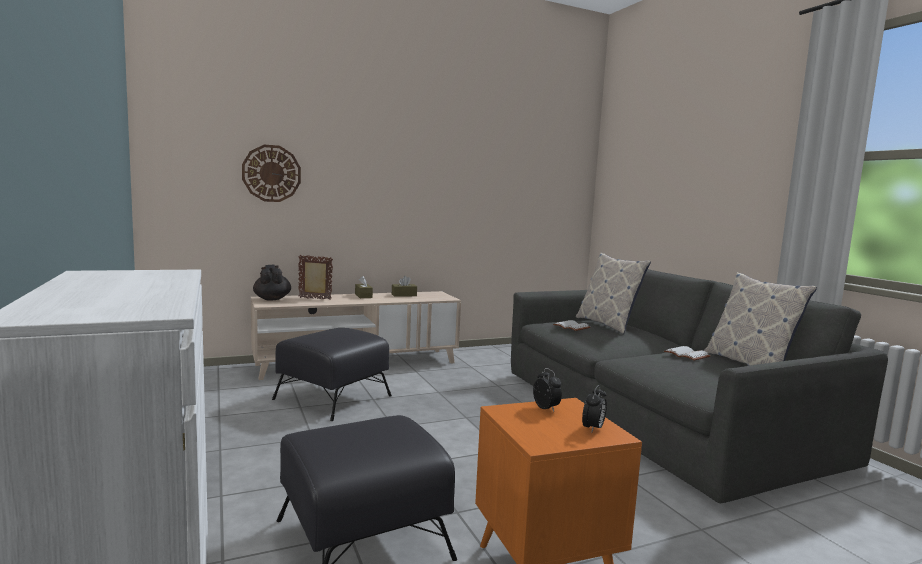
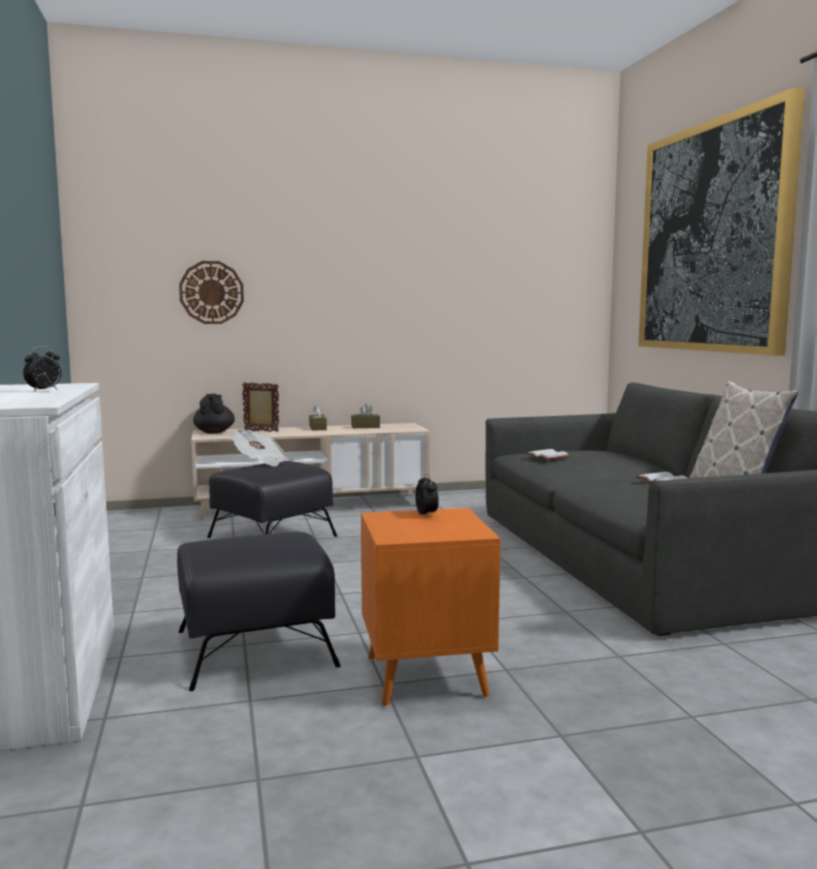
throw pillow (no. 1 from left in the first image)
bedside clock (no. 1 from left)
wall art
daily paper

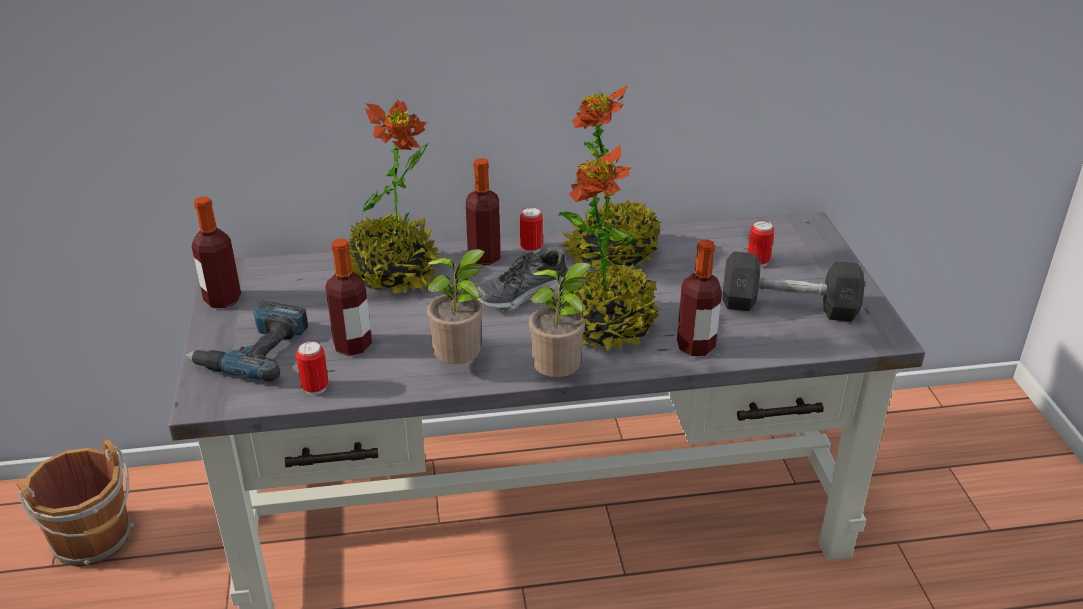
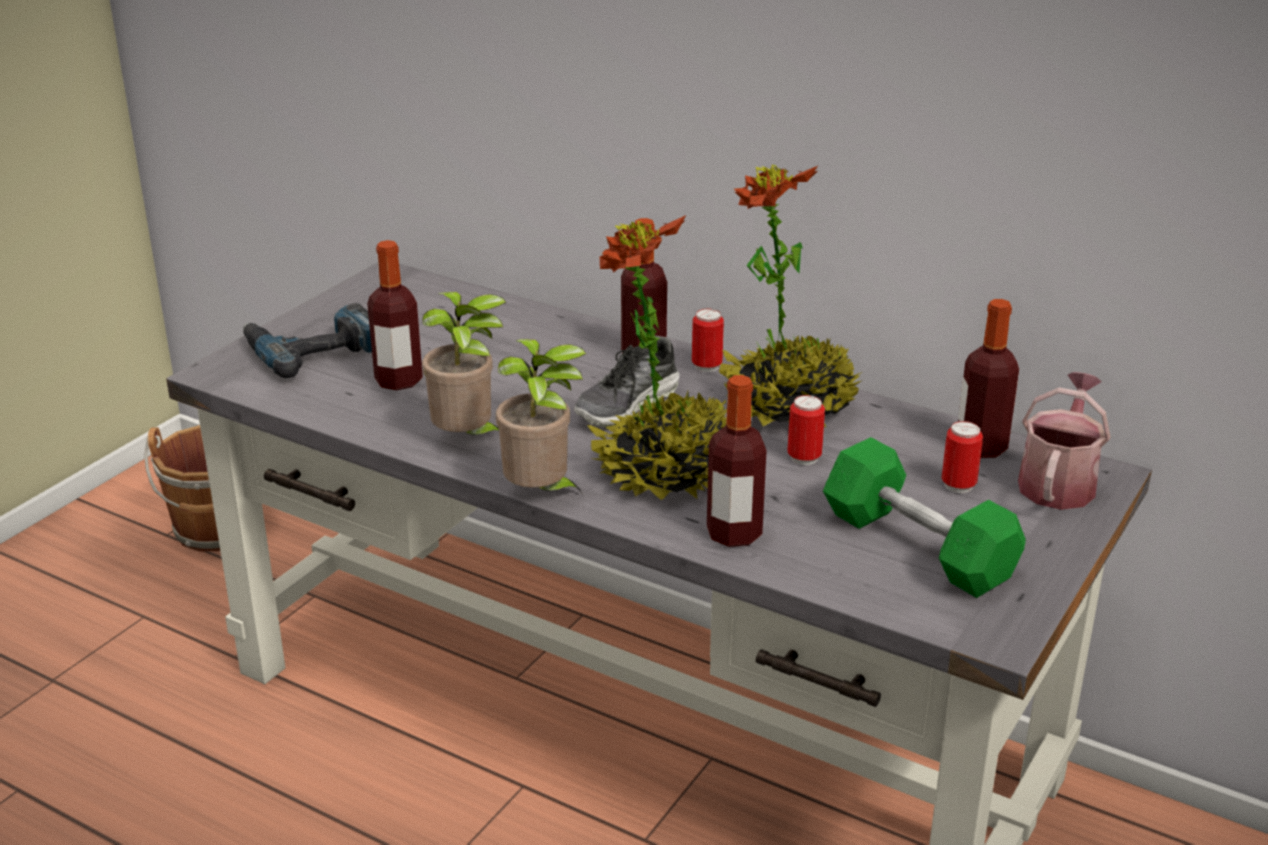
plant in a pot (no. 1 from left in the first image)
drink bottle (no. 4 from left)
low shoe
dumbbell/greenish
metal can (no. 2 from left)
watering can

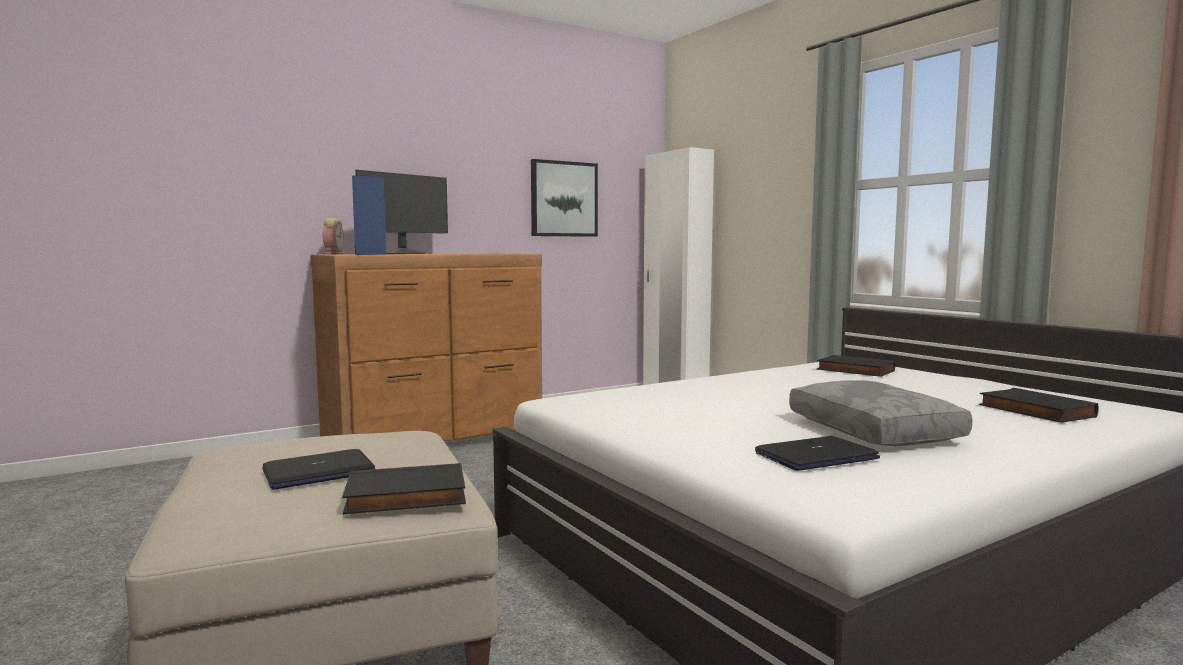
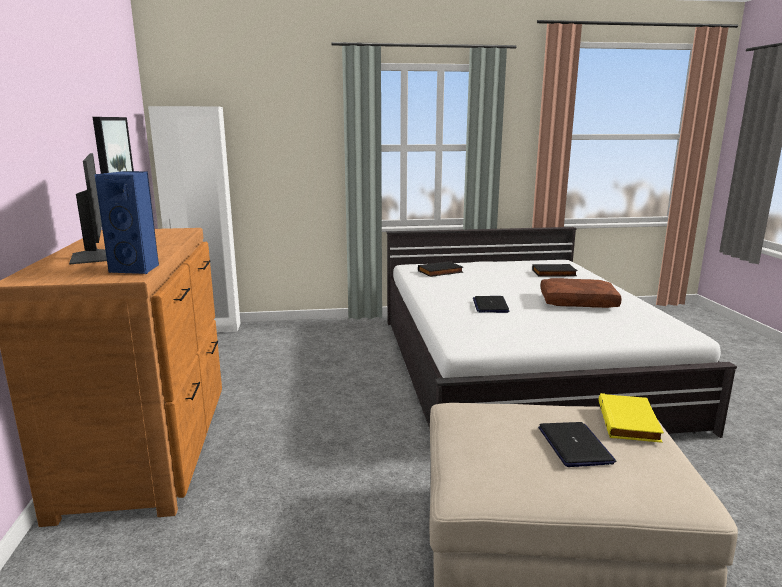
bedside clock
throw pillow/brown-coloured
notebook computer (no. 1 from left)
book/yellowish

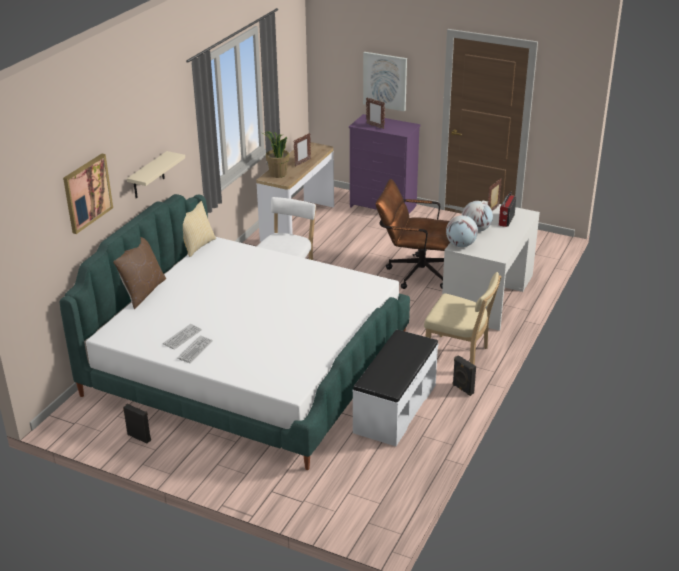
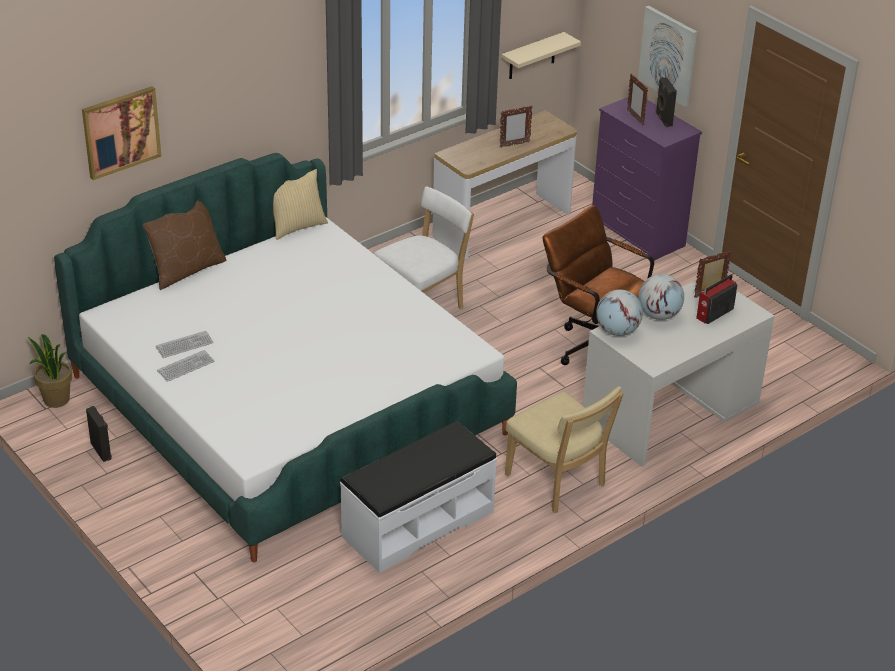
plant in a pot
wall shelf/beige-coloured
speaker/black-coloured (no. 2 from left)

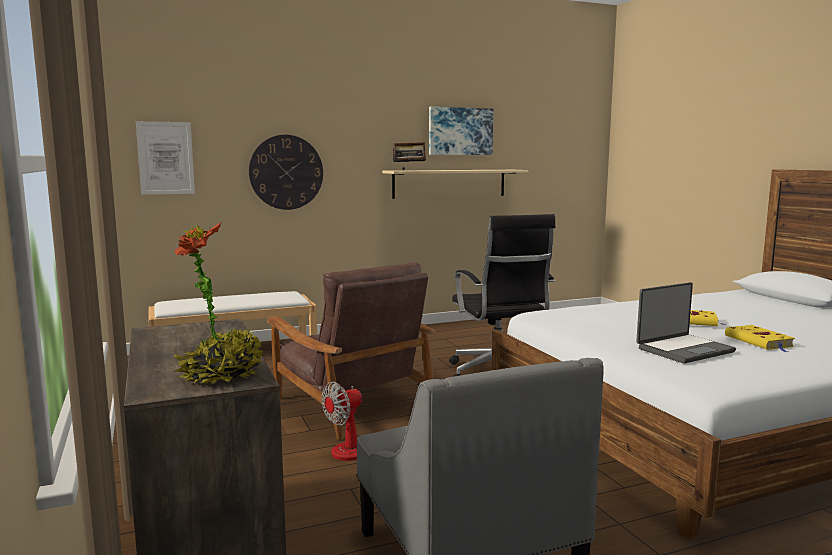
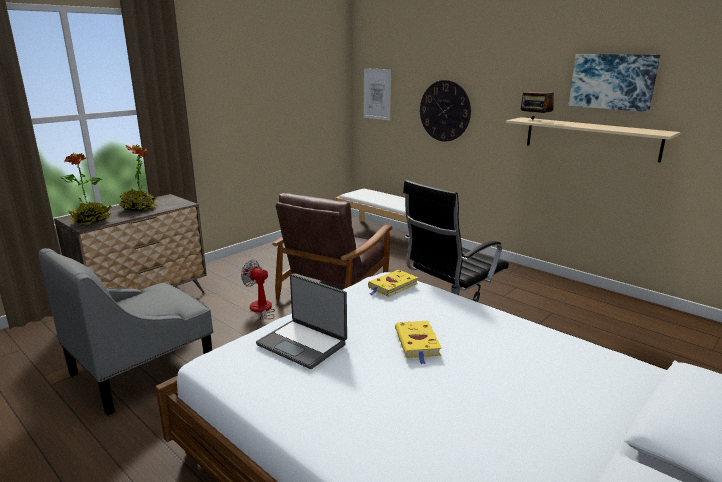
book/yellowish (no. 1 from left)
plant in a pot (no. 2 from left)

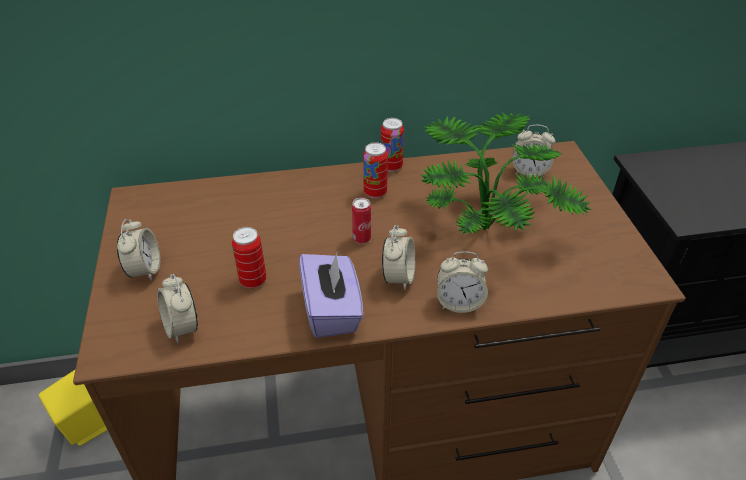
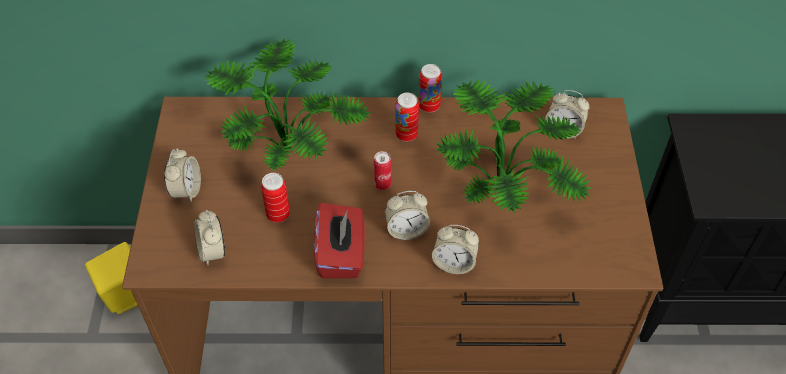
bedside clock (no. 3 from left)
tissue box/red
plant in a pot (no. 1 from left)

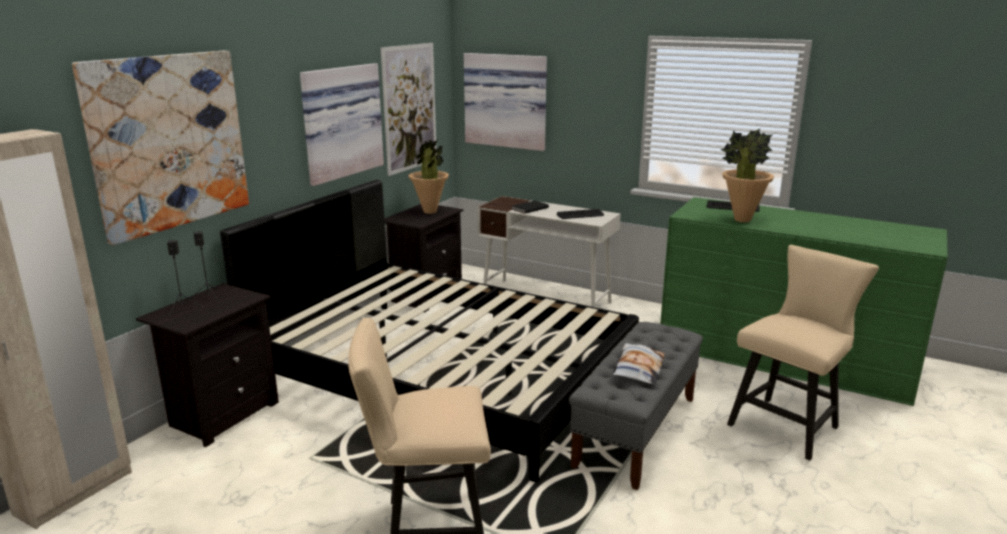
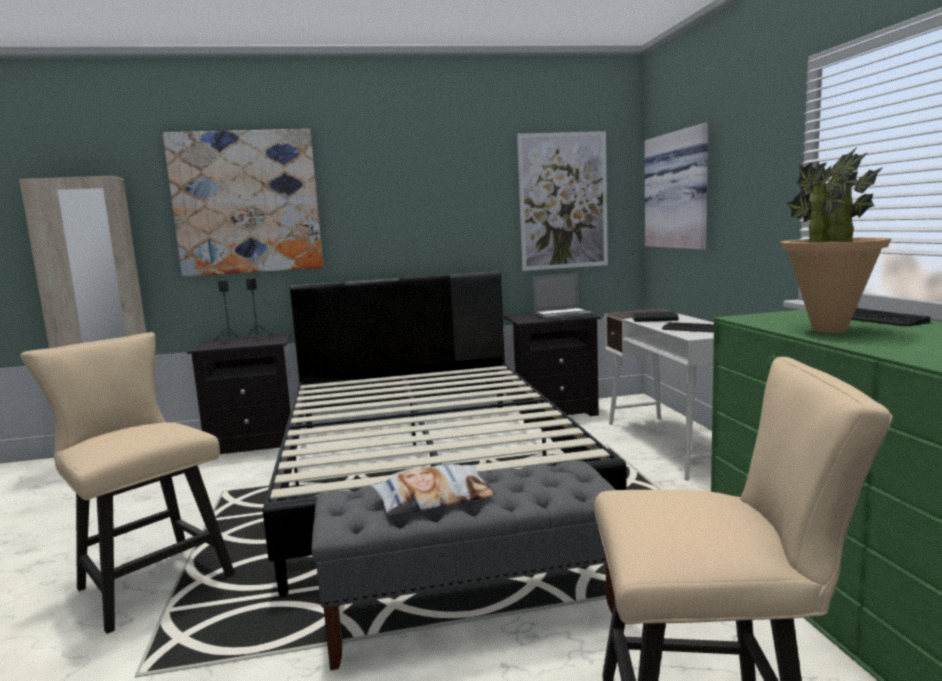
wall art (no. 2 from left in the first image)
notebook computer

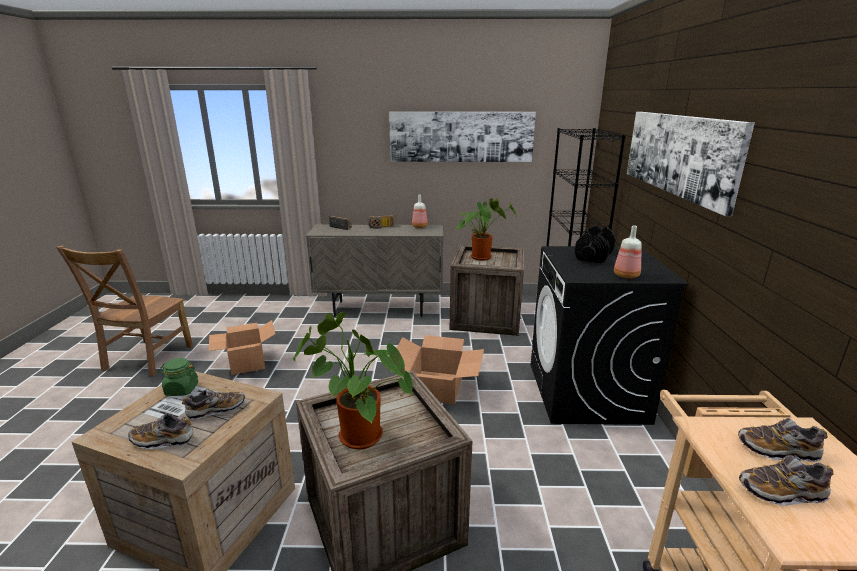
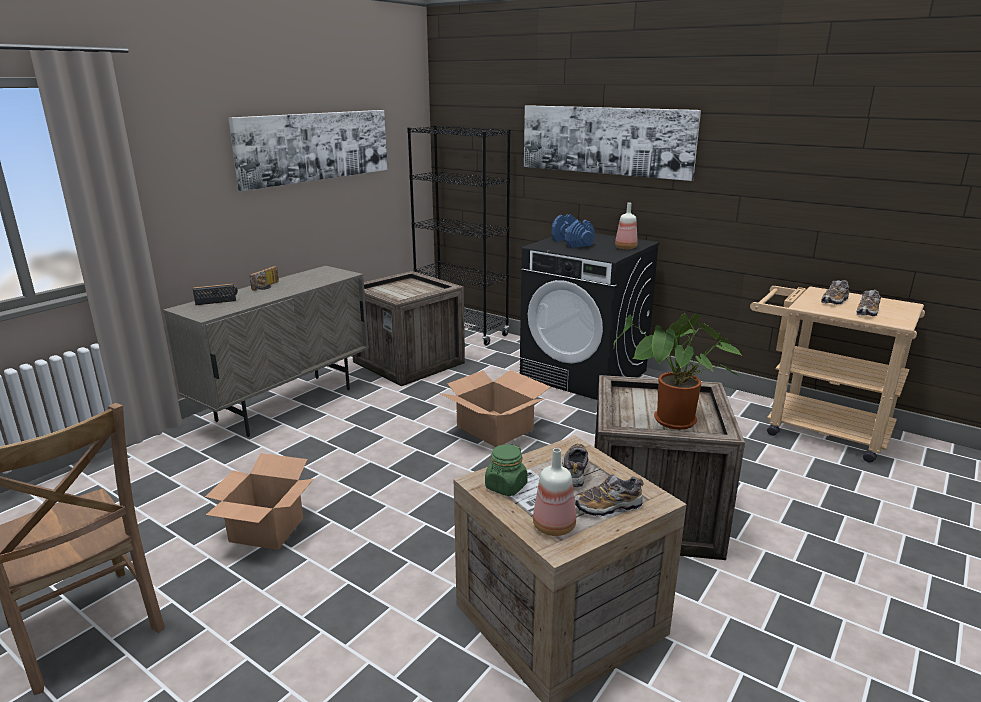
drink bottle (no. 1 from left)
plant in a pot (no. 2 from left in the first image)
dumbbell/bluish
low shoe (no. 2 from left)

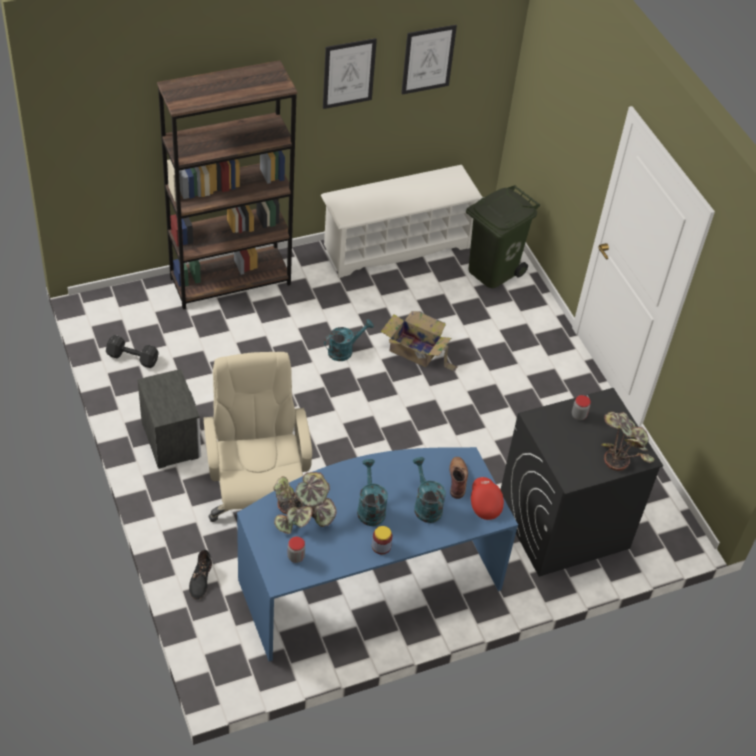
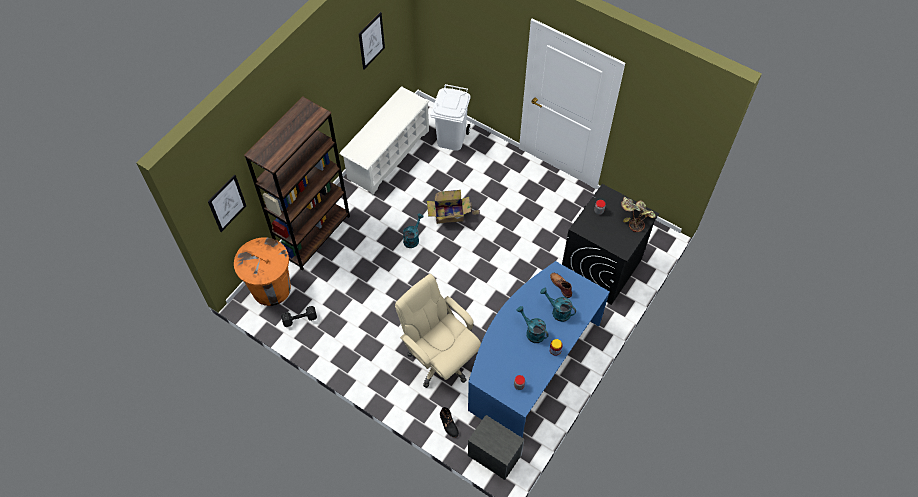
wall art (no. 1 from left)
rubbish bin/whitish
bedside table
plant in a pot (no. 1 from left in the first image)
baseball cap/red
rubbish bin/orangey

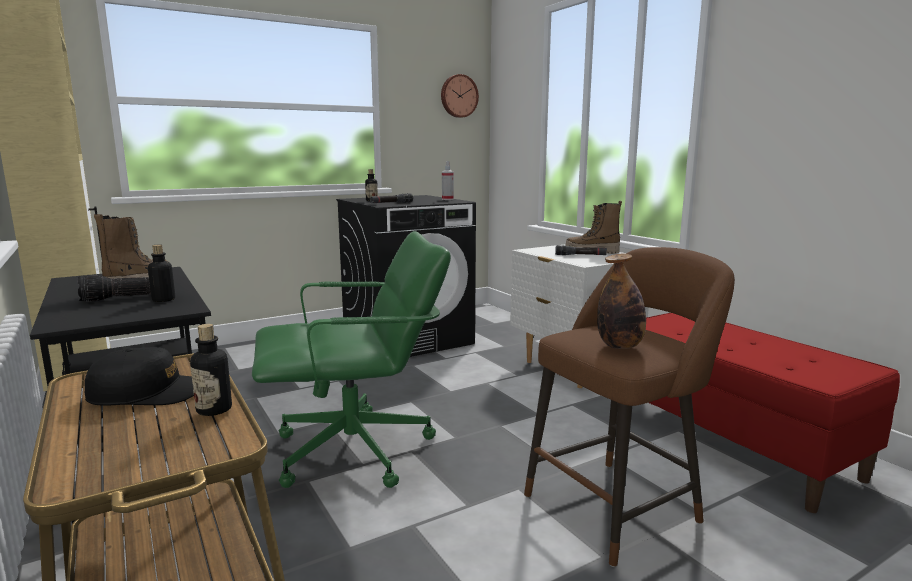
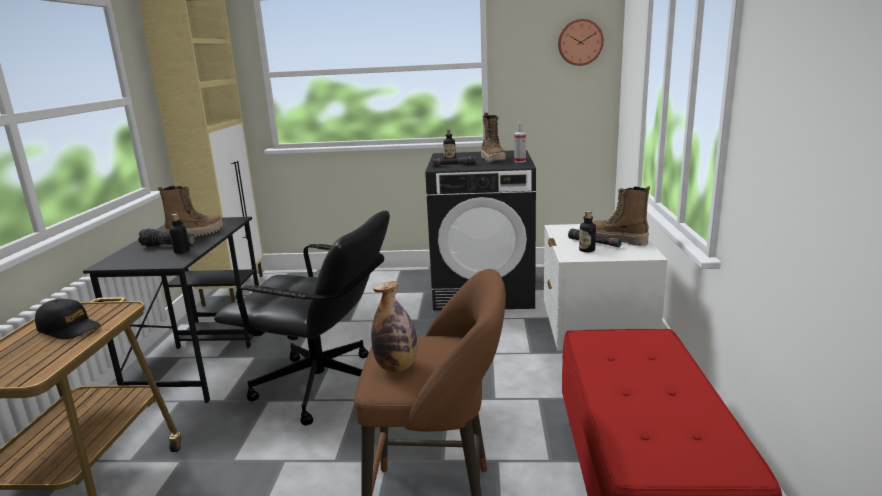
office chair/black-coloured
drink bottle (no. 4 from left)
high-top boot (no. 2 from left)

